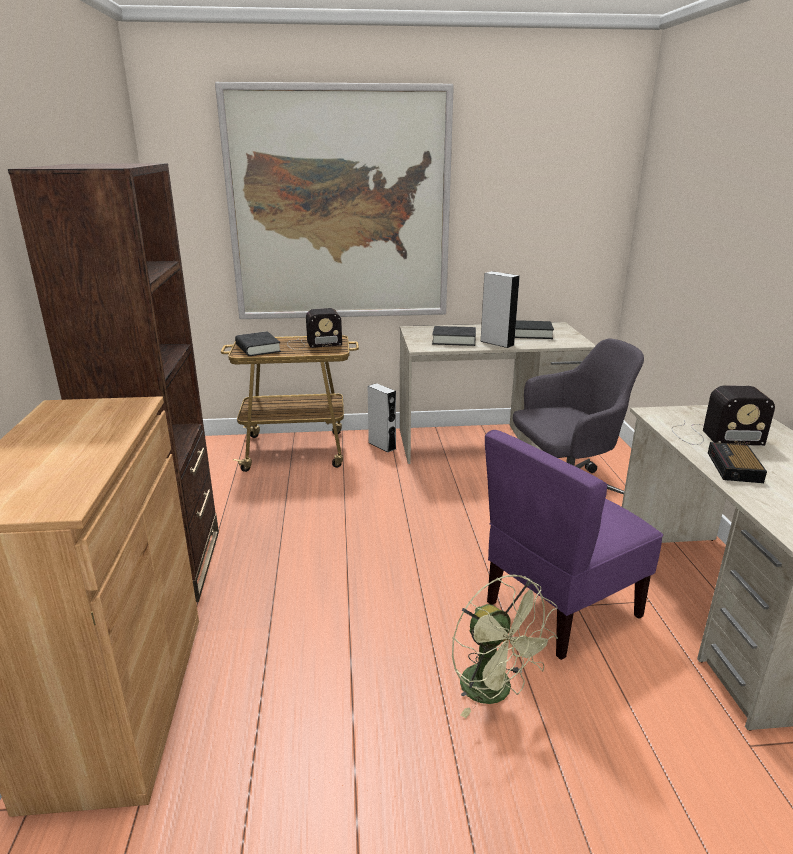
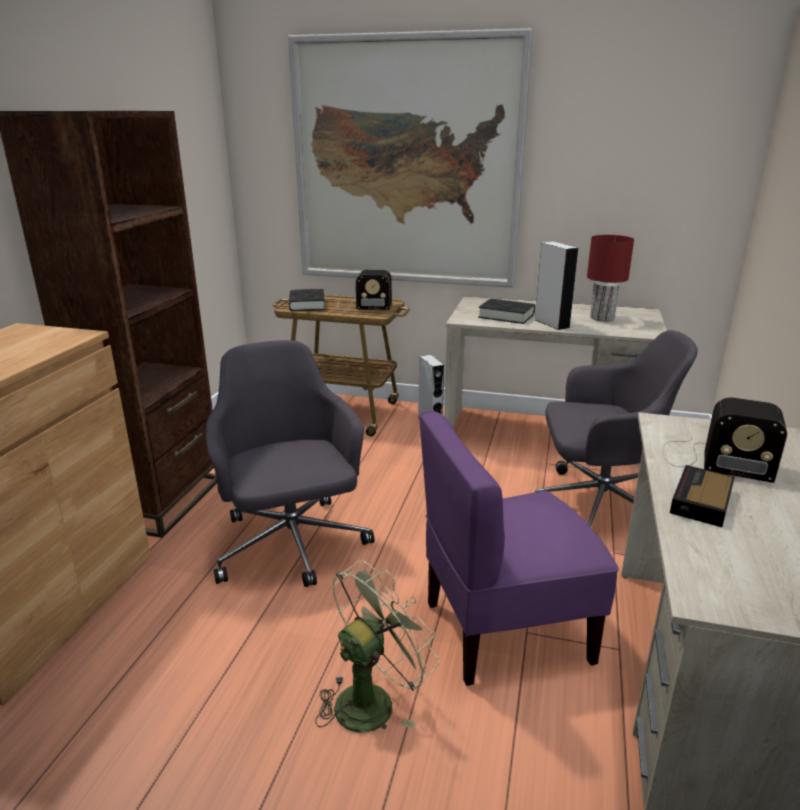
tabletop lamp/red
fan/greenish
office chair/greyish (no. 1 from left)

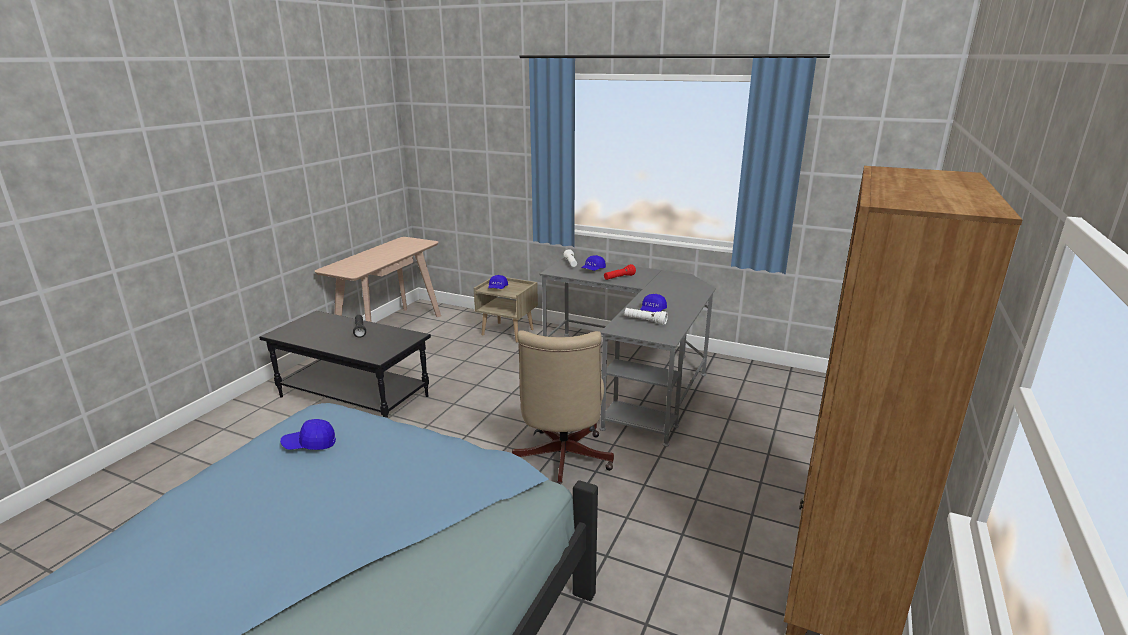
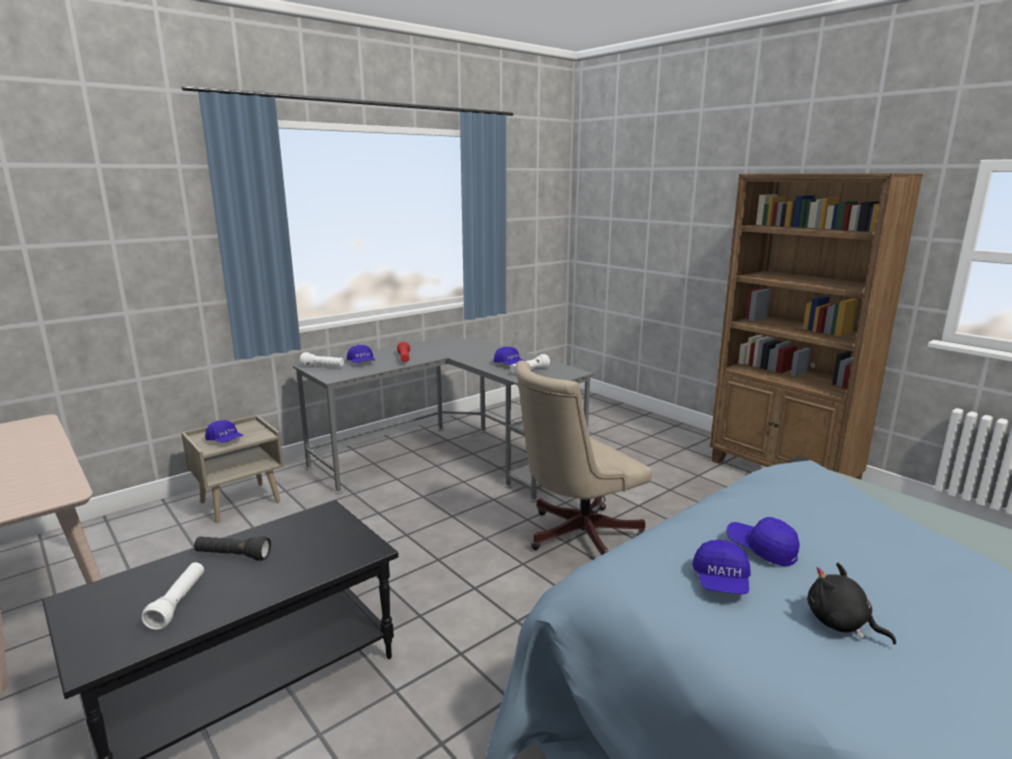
office chair/beige-coloured
baseball cap/bluish (no. 5 from left)
flashlight/whitish (no. 1 from left)
cuddly toy/black-coloured

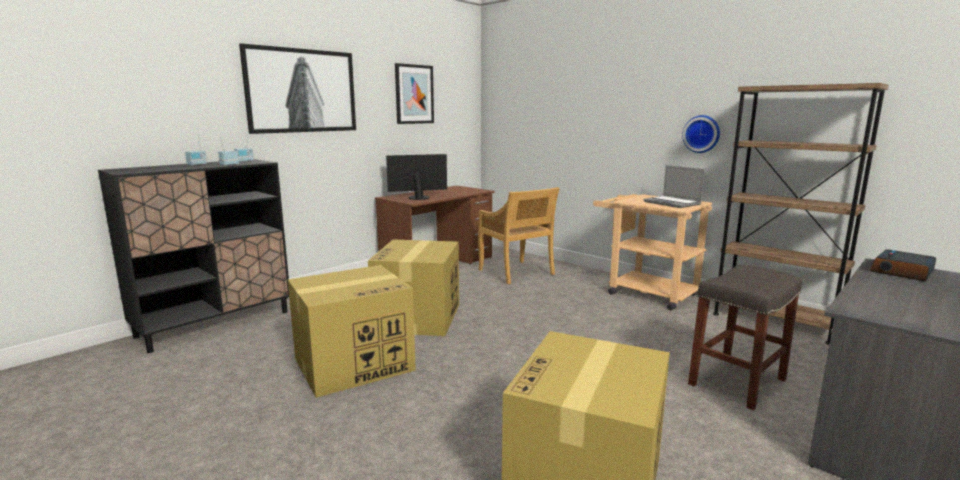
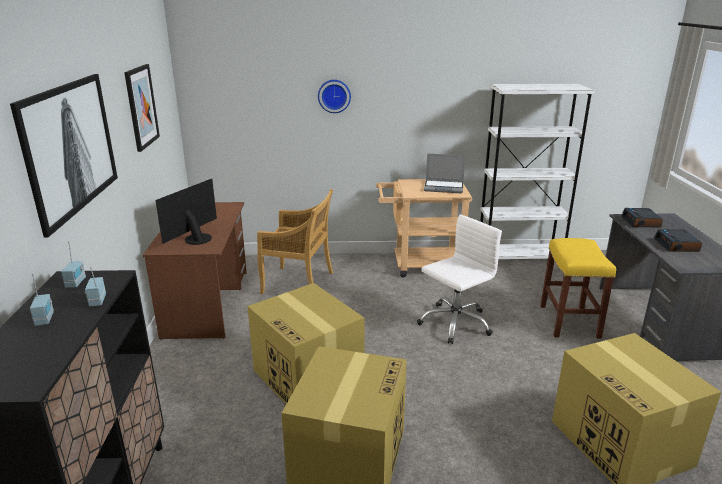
bookcase/whitish
wall clock
sitting stool/yellowish
office chair/whitish
bedside clock (no. 2 from left)

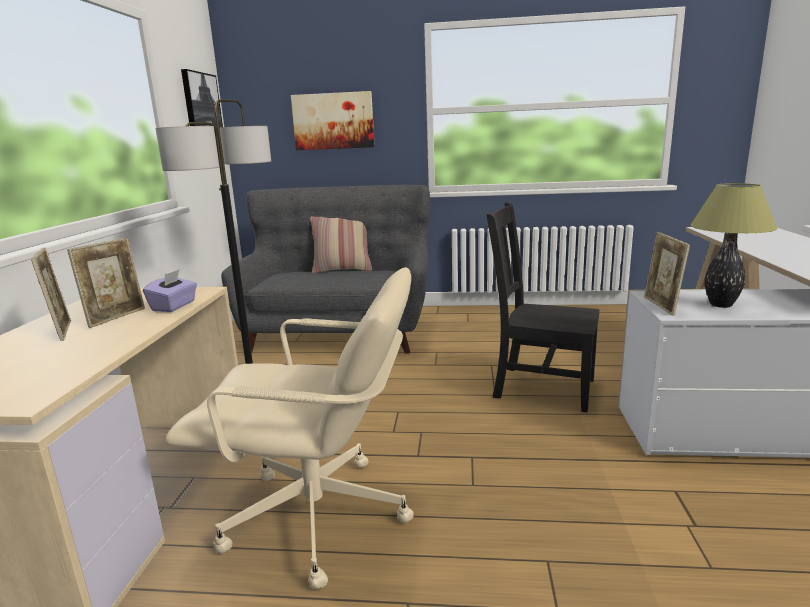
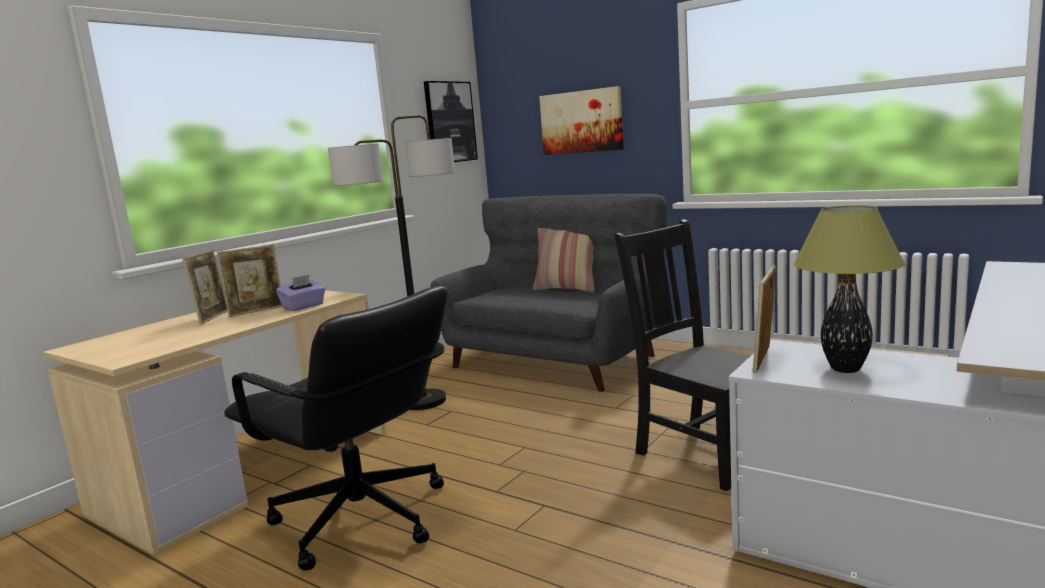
office chair/black-coloured

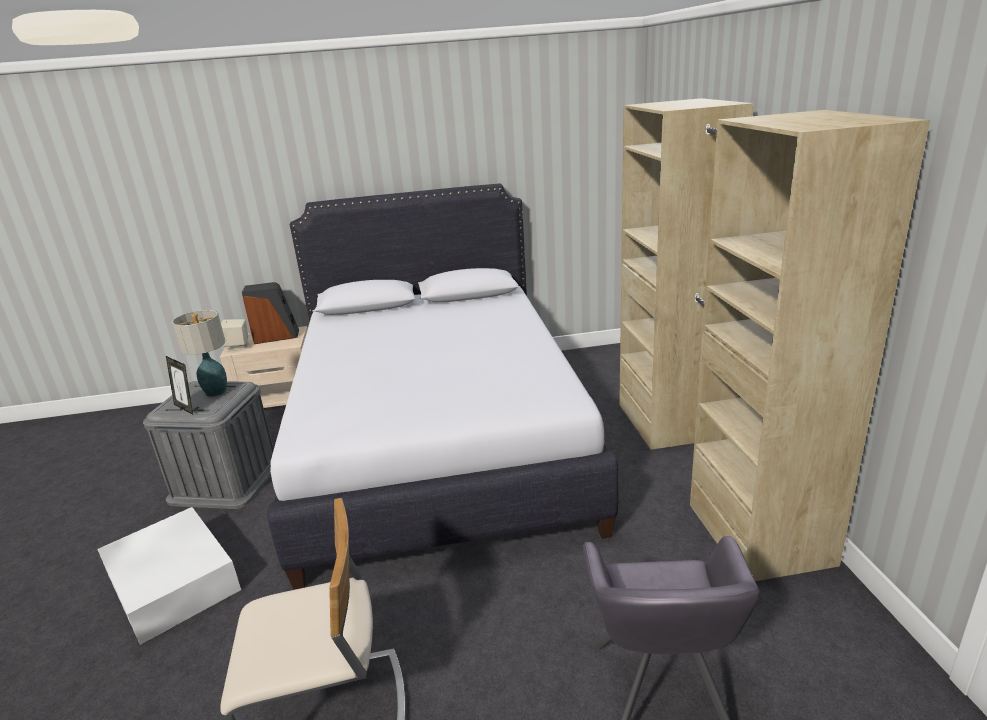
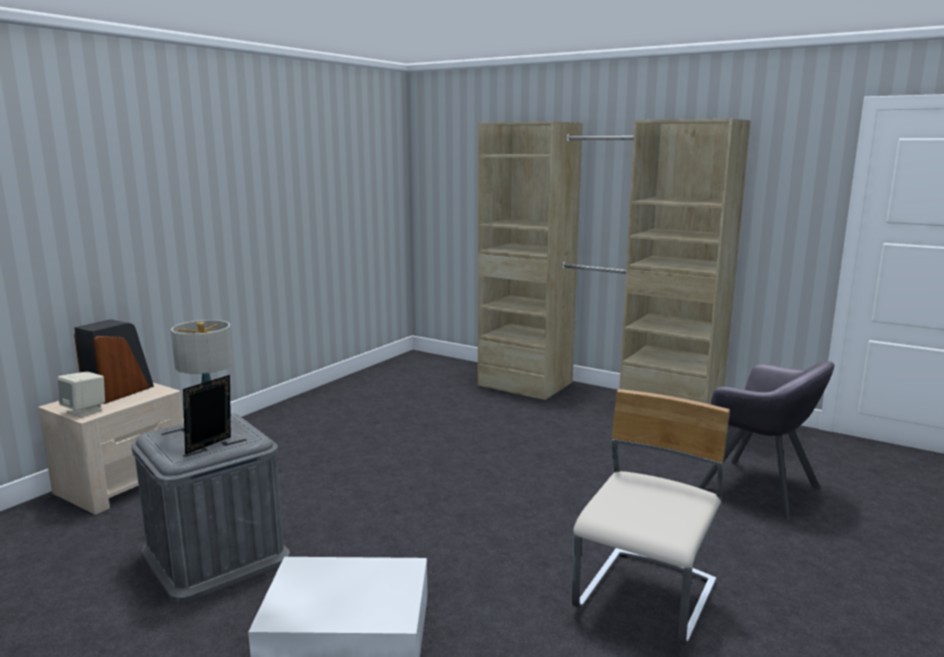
bed/whitish
standing frame

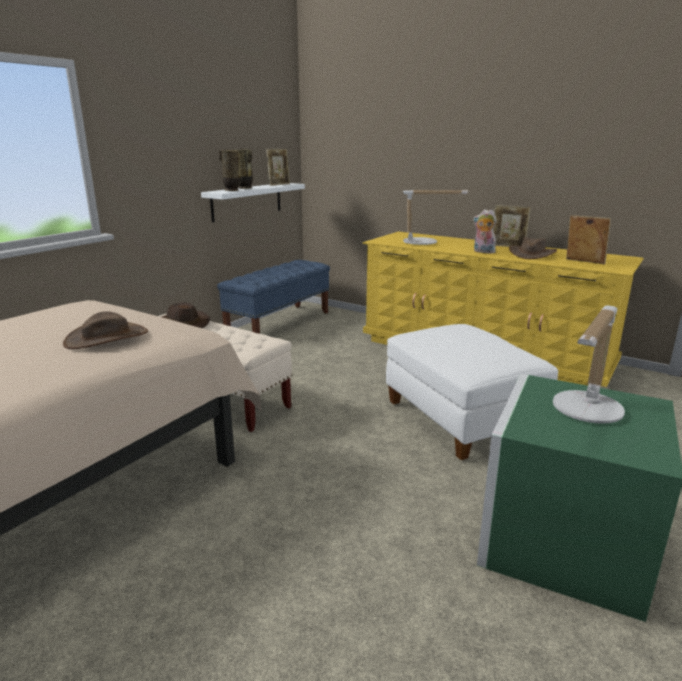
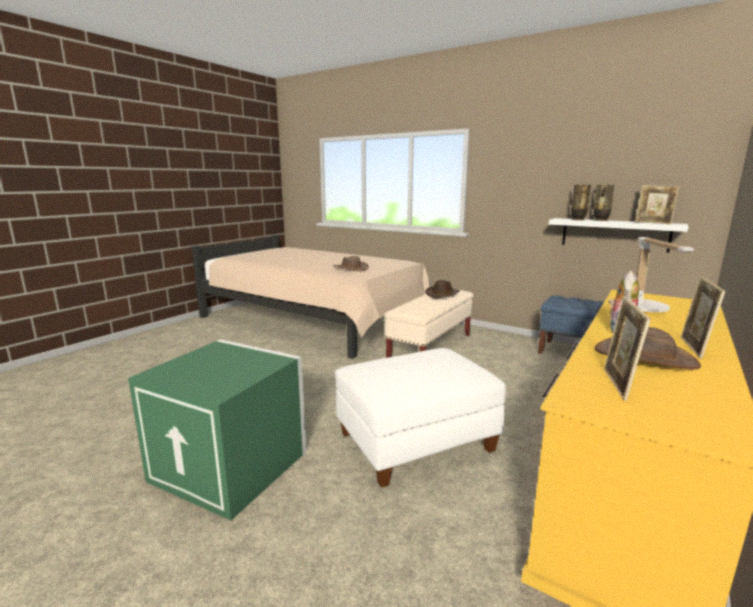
standing frame (no. 1 from left)
tabletop lamp (no. 2 from left in the first image)

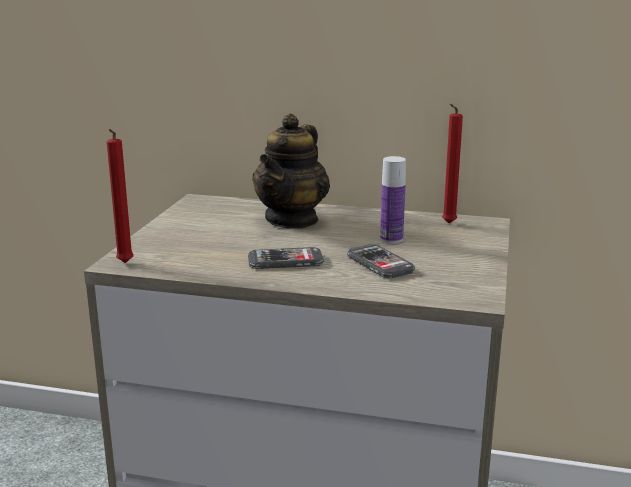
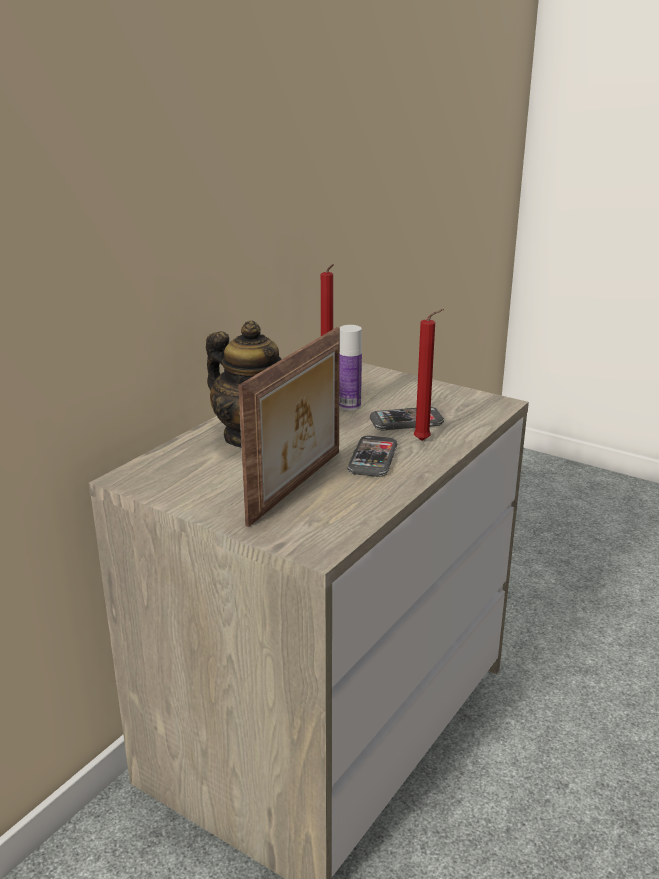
wax light/red (no. 2 from left)
standing frame

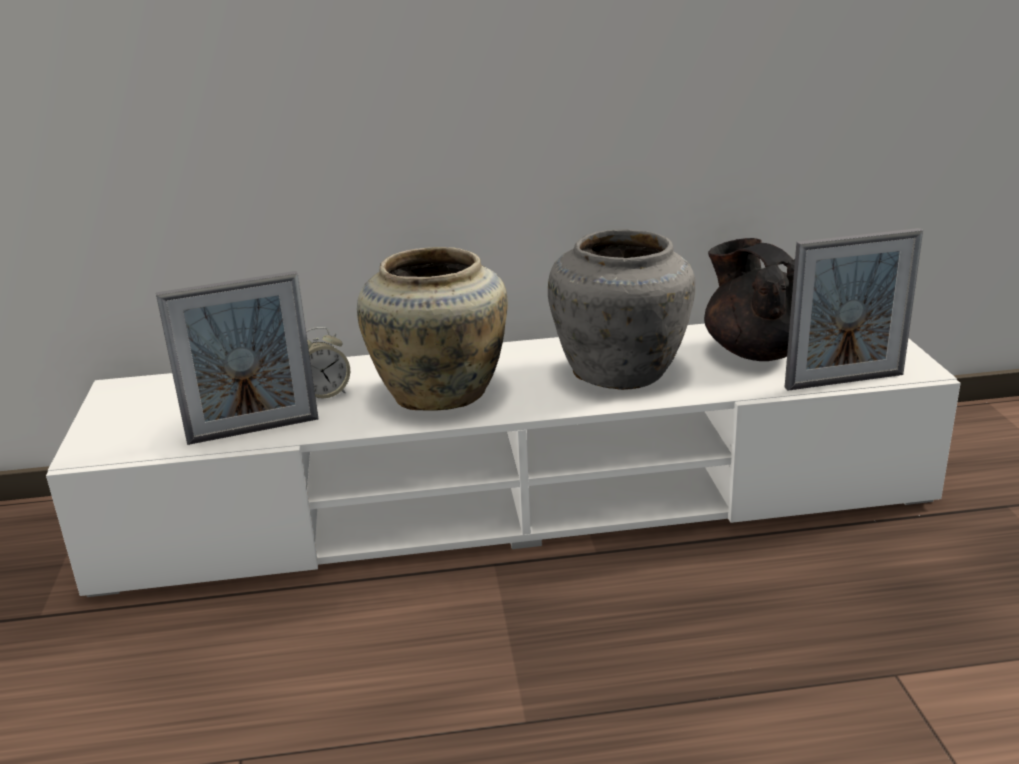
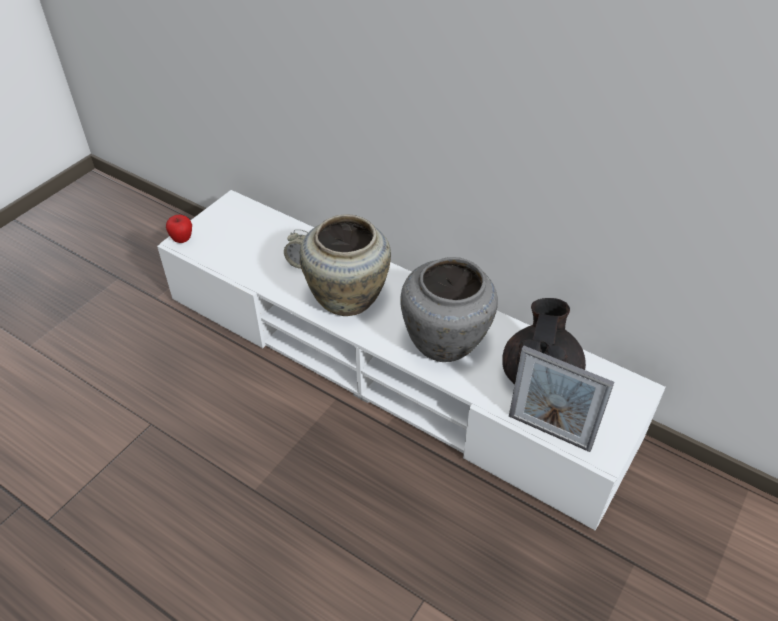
standing frame (no. 1 from left in the first image)
whole apple

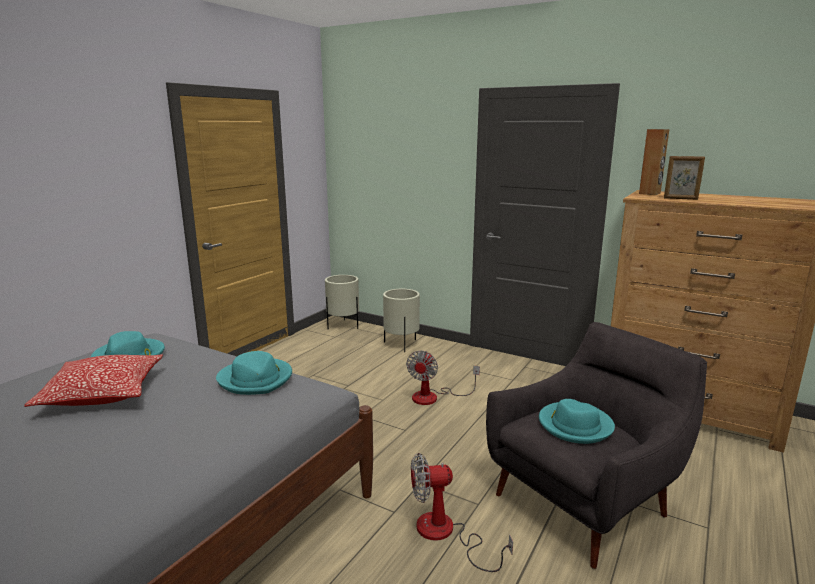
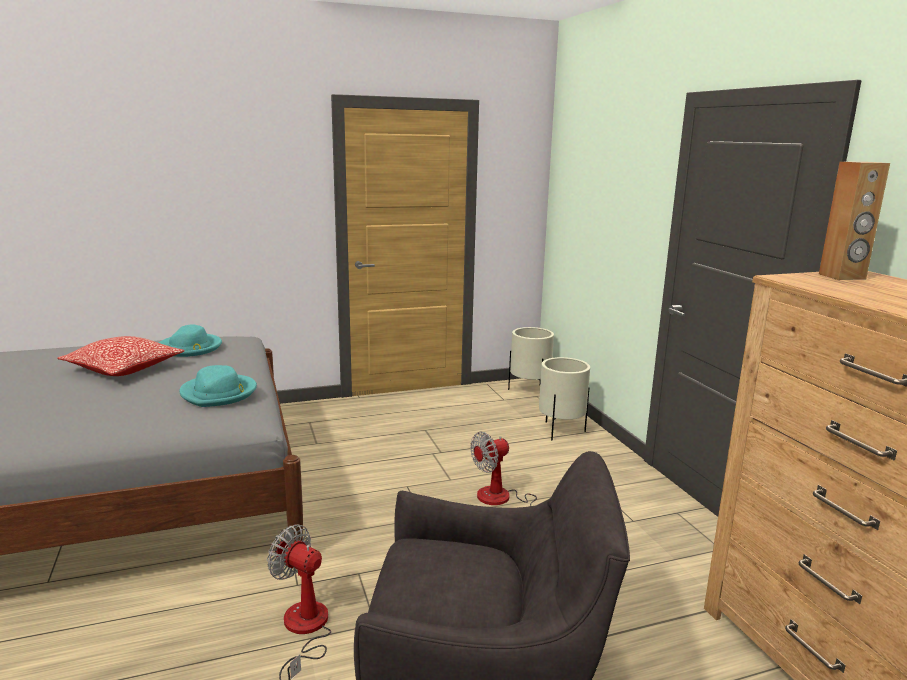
standing frame
hat/turquoise-coloured (no. 3 from left in the first image)

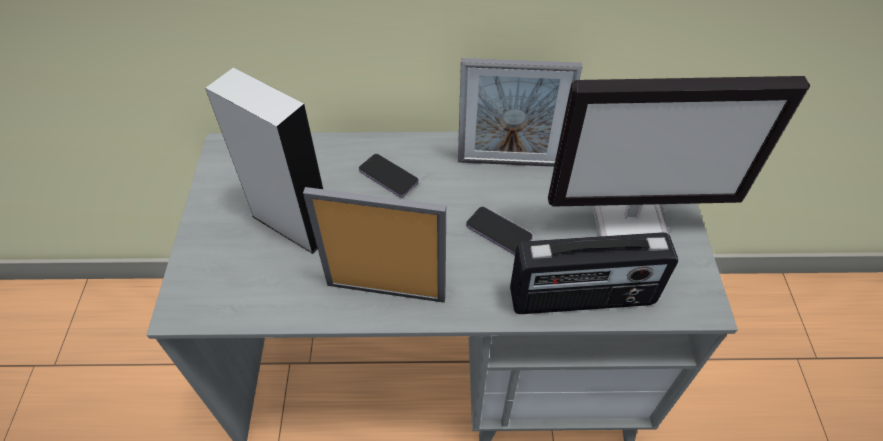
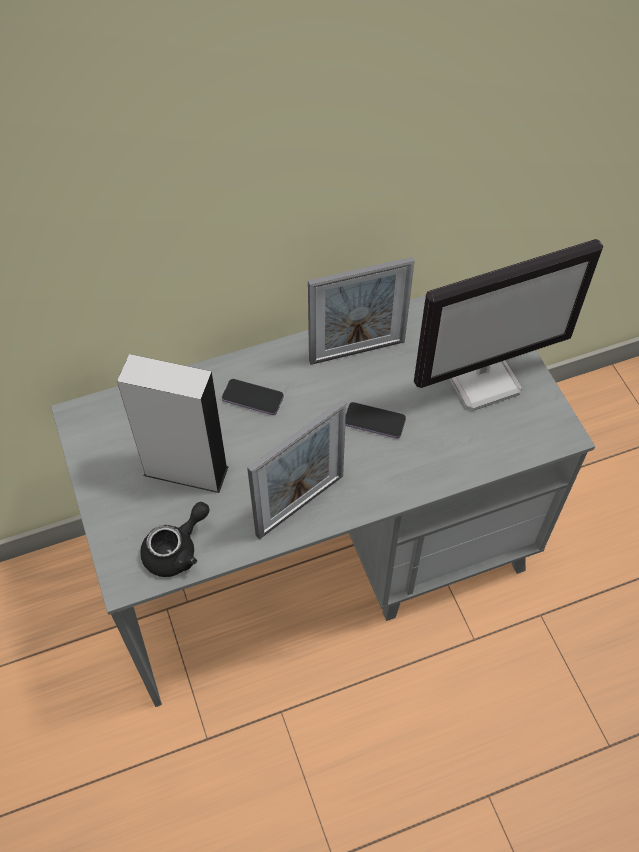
standing frame (no. 1 from left)
radio set
pot for tea/black-coloured

